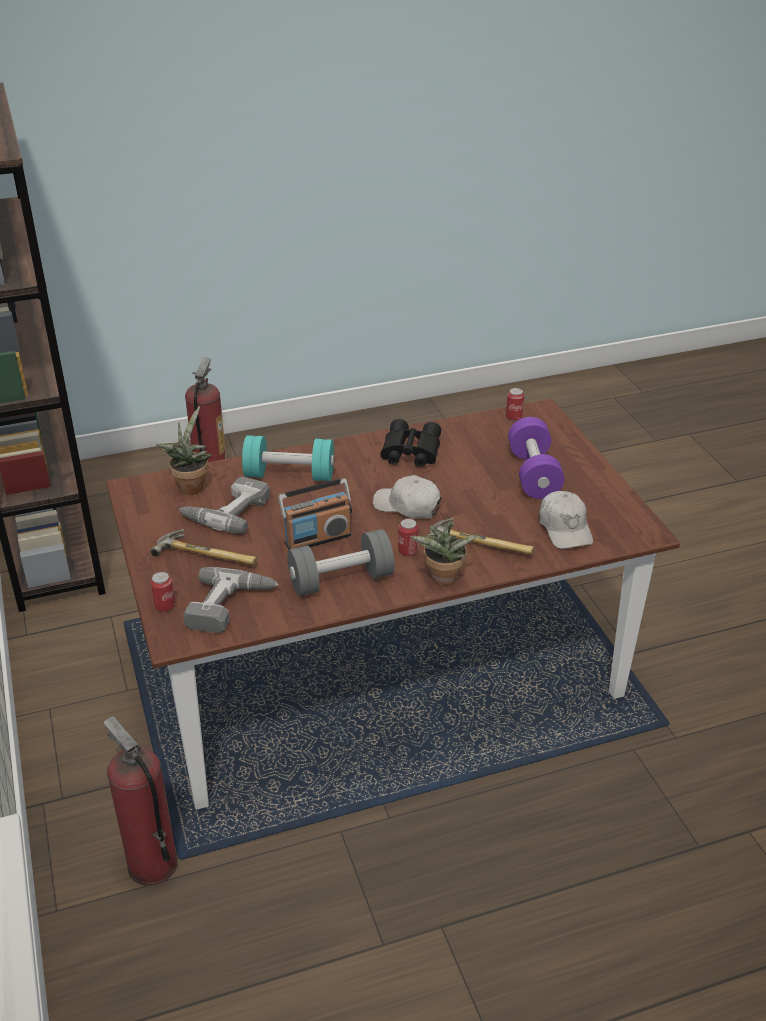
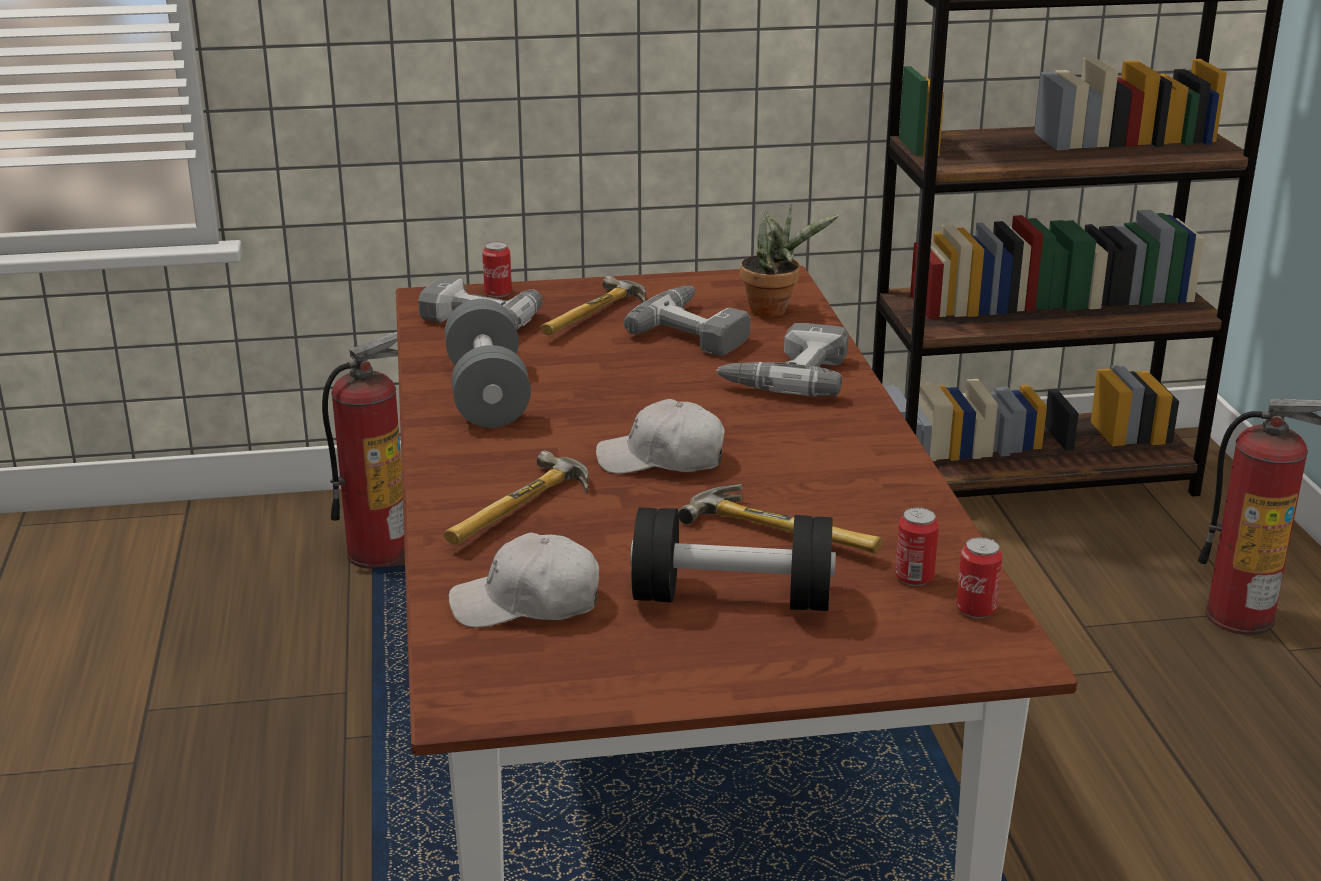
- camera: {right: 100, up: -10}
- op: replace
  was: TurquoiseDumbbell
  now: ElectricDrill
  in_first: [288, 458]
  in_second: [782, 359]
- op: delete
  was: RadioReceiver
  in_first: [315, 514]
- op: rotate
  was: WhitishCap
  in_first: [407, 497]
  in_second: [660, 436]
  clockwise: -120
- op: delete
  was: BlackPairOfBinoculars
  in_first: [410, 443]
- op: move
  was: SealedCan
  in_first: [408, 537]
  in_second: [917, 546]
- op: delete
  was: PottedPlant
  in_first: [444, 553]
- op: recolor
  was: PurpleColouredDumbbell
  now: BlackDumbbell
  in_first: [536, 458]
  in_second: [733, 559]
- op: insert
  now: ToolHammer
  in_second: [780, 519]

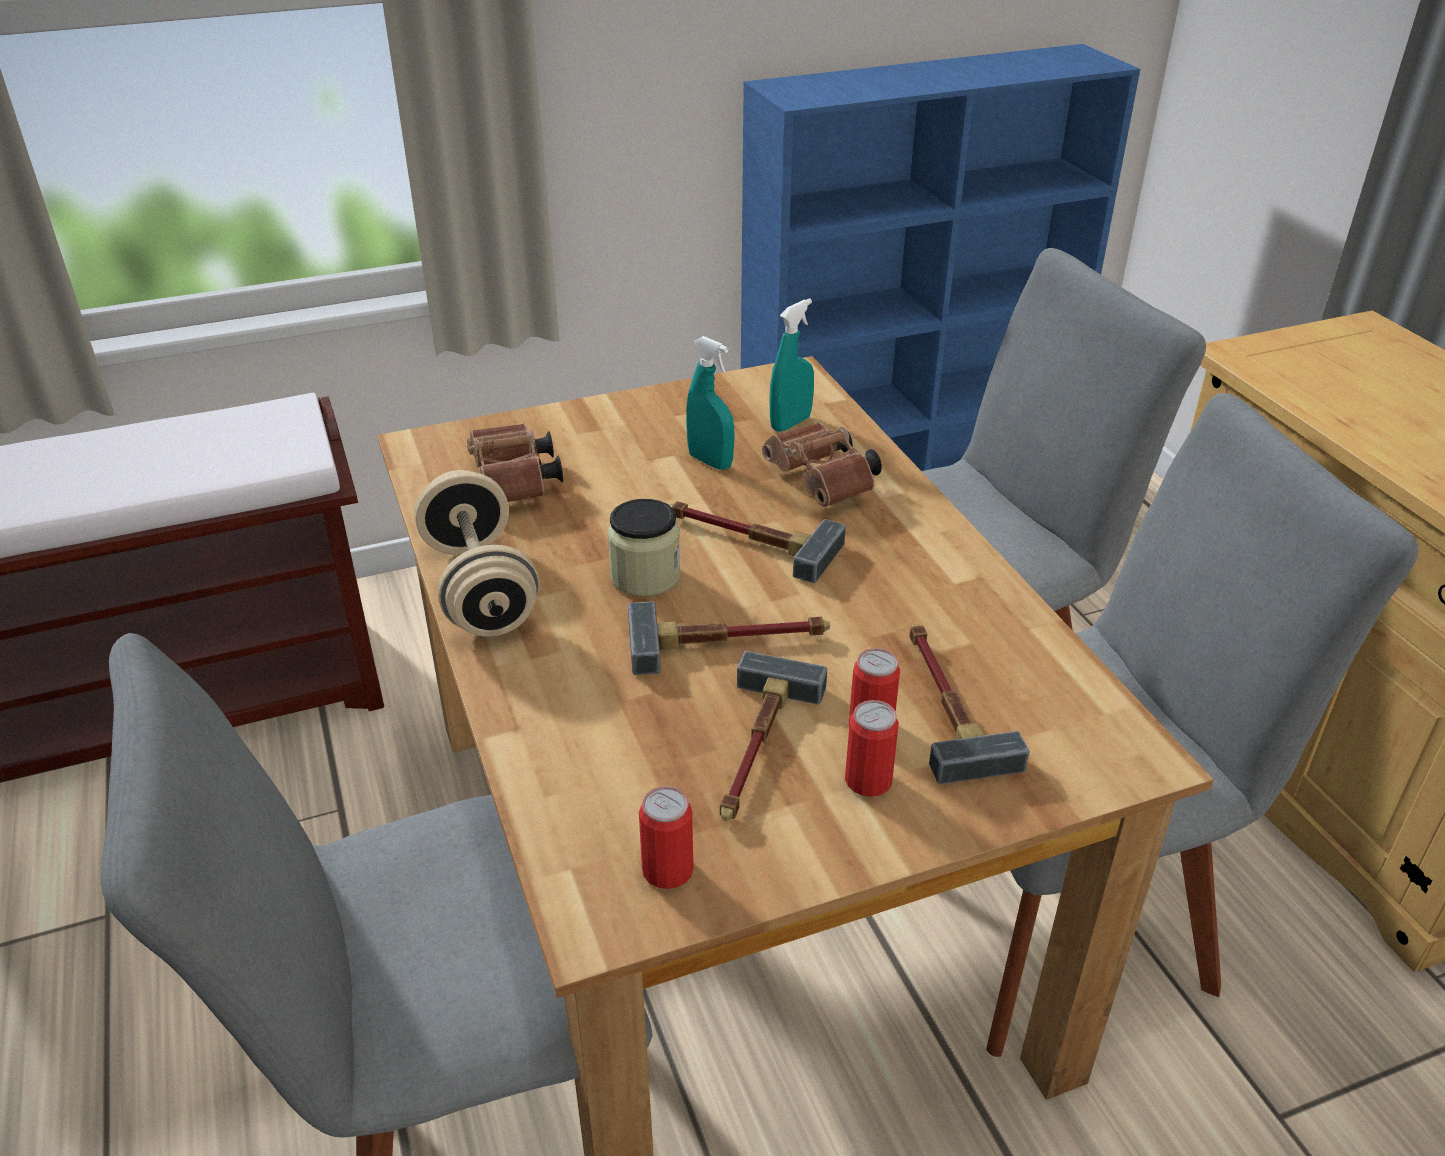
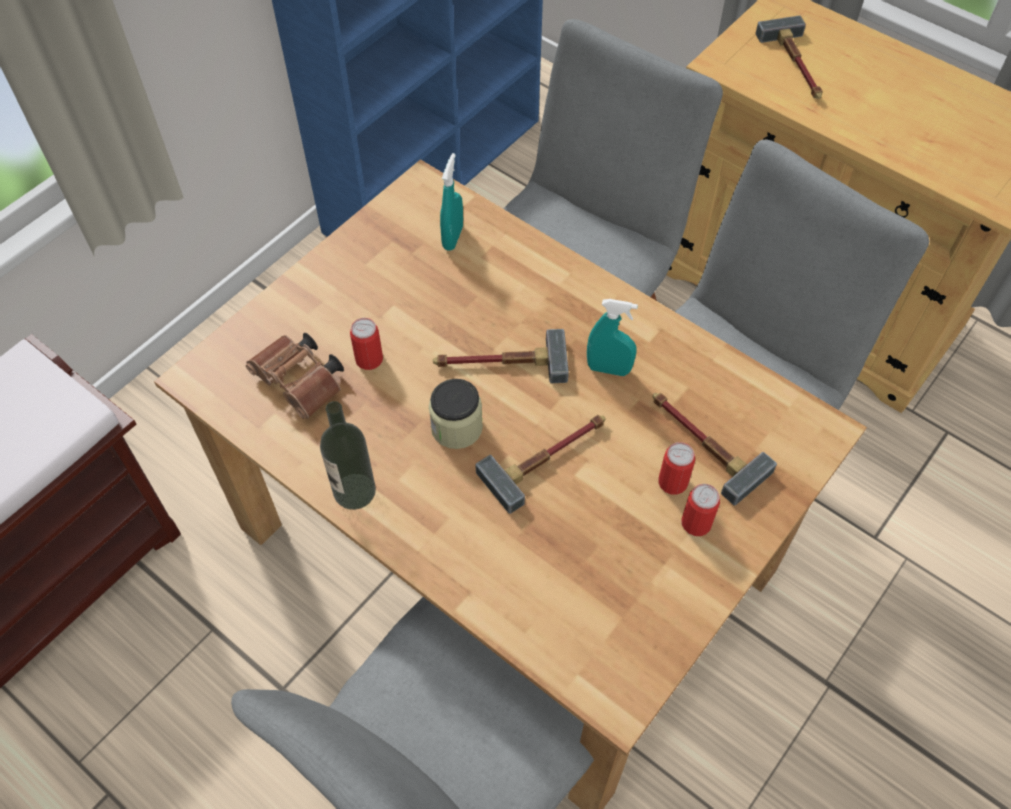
- camera: {right: -30, up: 20}
- op: replace
  was: BeigeColouredDumbbell
  now: Bottle
  in_first: [477, 553]
  in_second: [348, 455]
- op: move
  was: SealedCan
  in_first: [666, 837]
  in_second: [366, 344]
- op: move
  was: TurquoiseSprayer
  in_first: [710, 403]
  in_second: [612, 337]
- op: move
  was: ToolHammer
  in_first: [773, 736]
  in_second: [789, 57]
- op: delete
  was: BrownColouredPairOfBinoculars
  in_first: [822, 465]

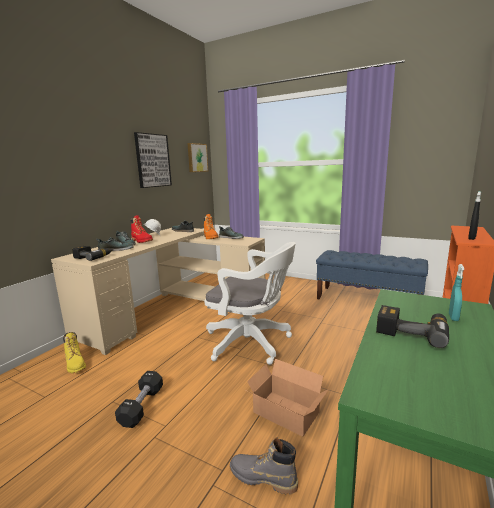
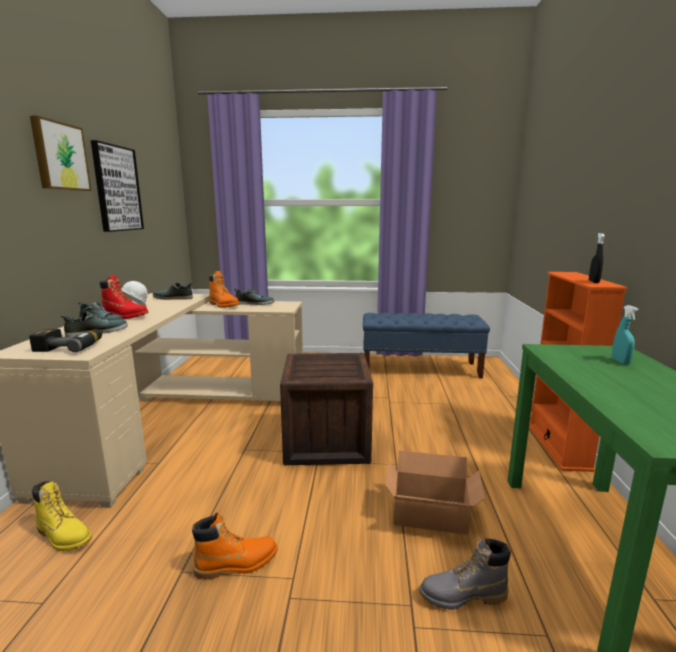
- camera: {right: -25, up: 0}
- op: replace
  was: BlackDumbbell
  now: OrangeBoot
  in_first: [139, 399]
  in_second: [235, 546]
- op: move
  was: WallArt
  in_first: [197, 157]
  in_second: [60, 153]
- op: replace
  was: WhitishComputerChair
  now: PackingCrate
  in_first: [250, 303]
  in_second: [326, 409]
- op: delete
  was: ElectricDrill
  in_first: [412, 326]

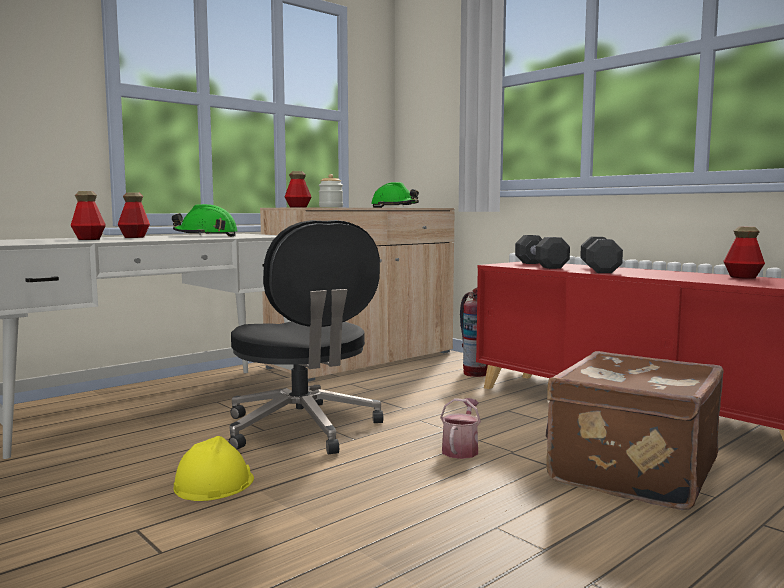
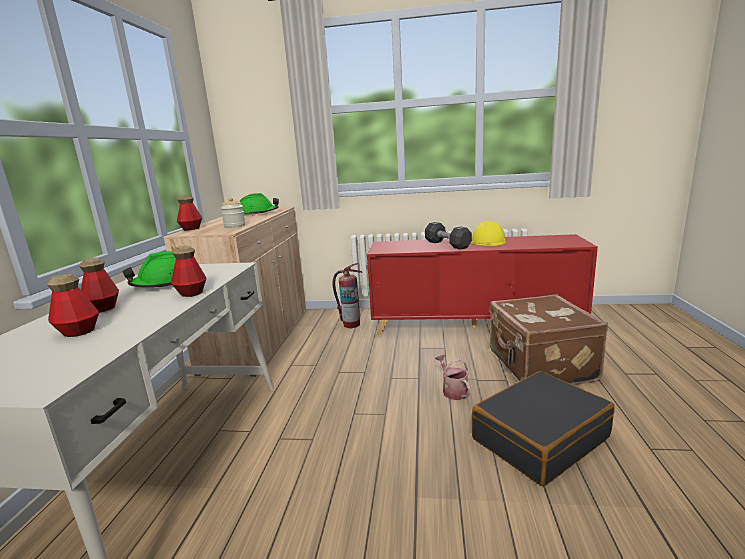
- camera: {right: -40, up: 10}
- op: move
  was: YellowishSafetyHelmet
  in_first: [213, 468]
  in_second: [488, 233]
- op: delete
  was: BlackComputerChair
  in_first: [306, 337]
- op: delete
  was: BlackDumbbell
  in_first: [542, 252]
- op: move
  was: Bottle
  in_first: [744, 253]
  in_second: [188, 271]
- op: insert
  now: BlackTravelCase
  in_second: [543, 428]

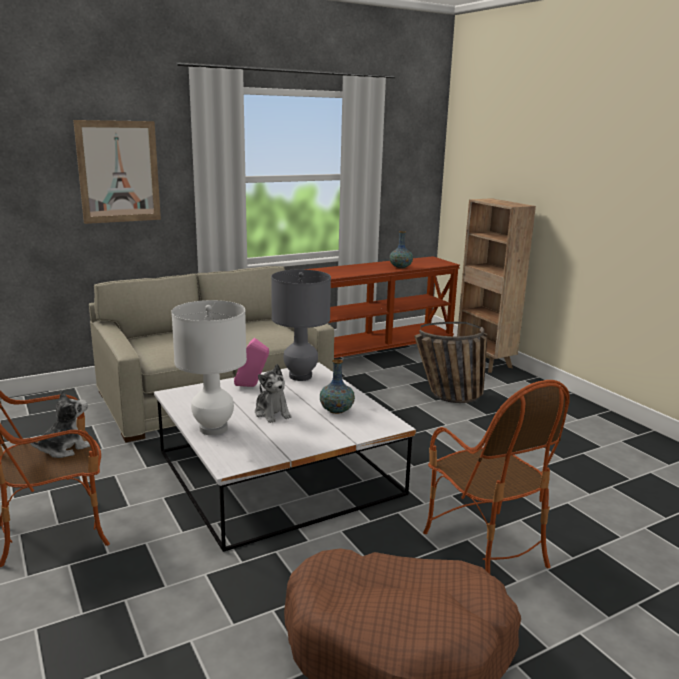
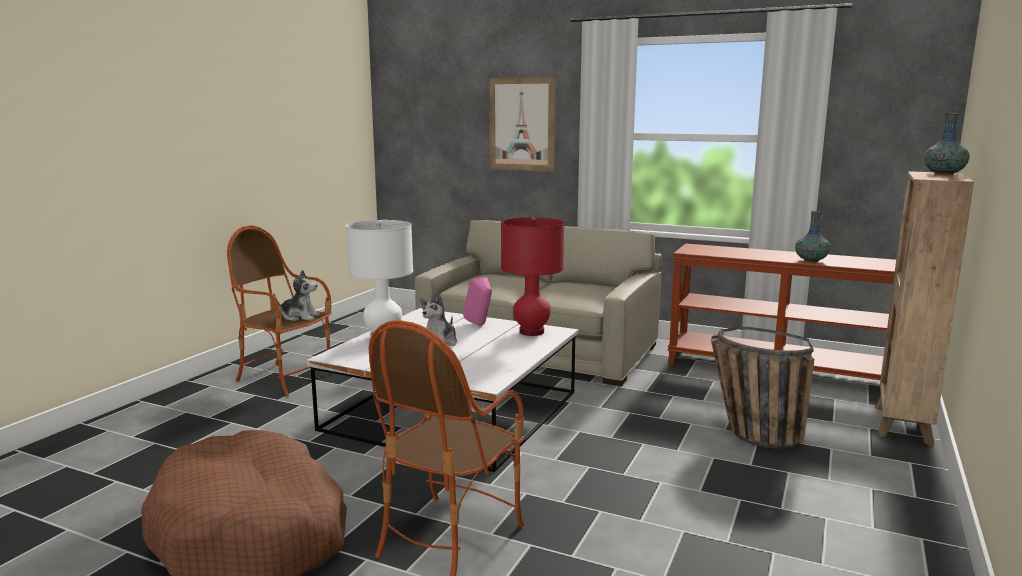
- camera: {right: 55, up: -5}
- op: recolor
  was: GrayTableLamp
  now: RedColouredTableLamp
  in_first: [301, 325]
  in_second: [532, 276]
- op: move
  was: Vase
  in_first: [337, 386]
  in_second: [947, 144]

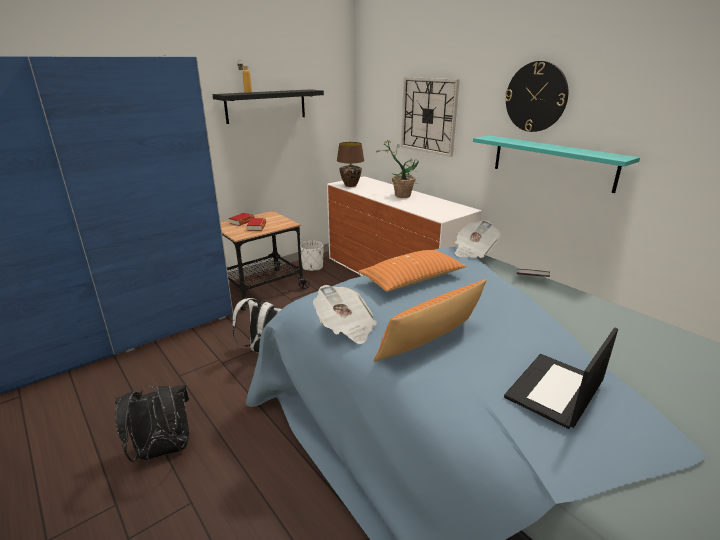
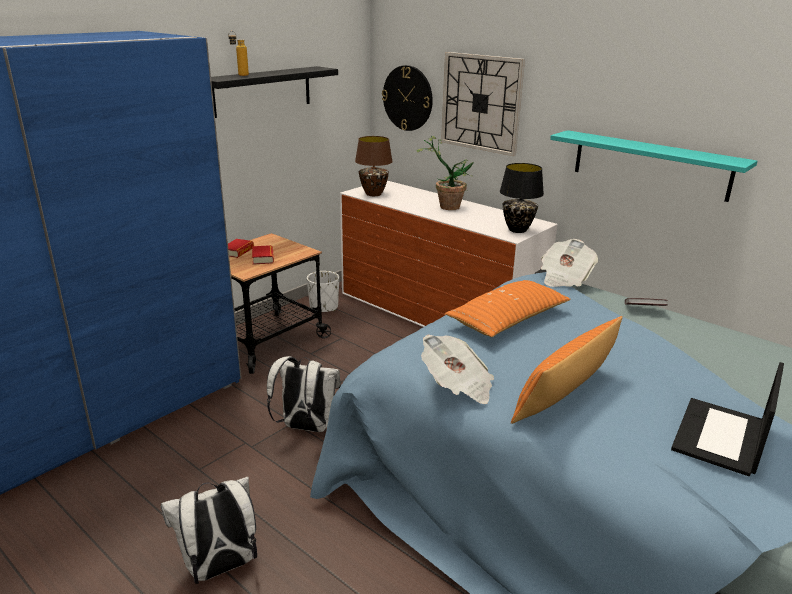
- camera: {right: -10, up: 0}
- op: recolor
  was: BlackKnapsack
  now: WhitishKnapsack
  in_first: [152, 423]
  in_second: [209, 530]
- op: move
  was: ClockOnTheWall
  in_first: [536, 96]
  in_second: [407, 98]
- op: insert
  now: BlackTableLamp
  in_second: [522, 198]

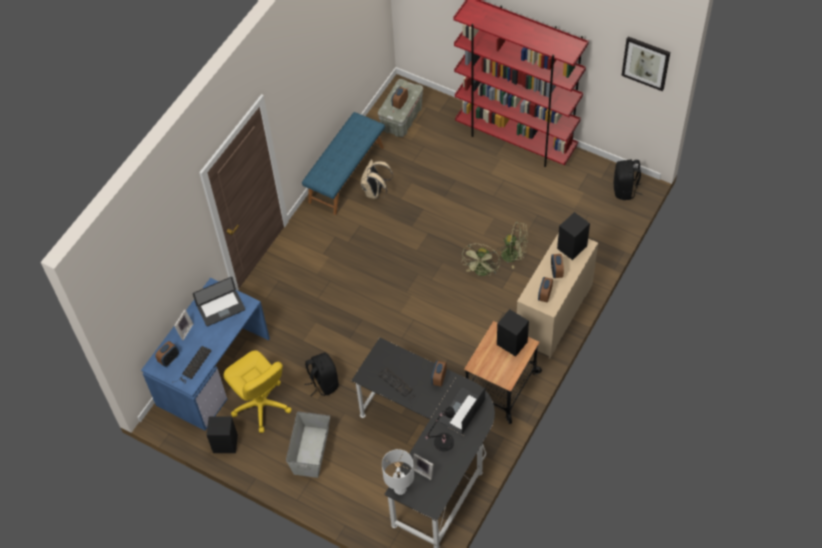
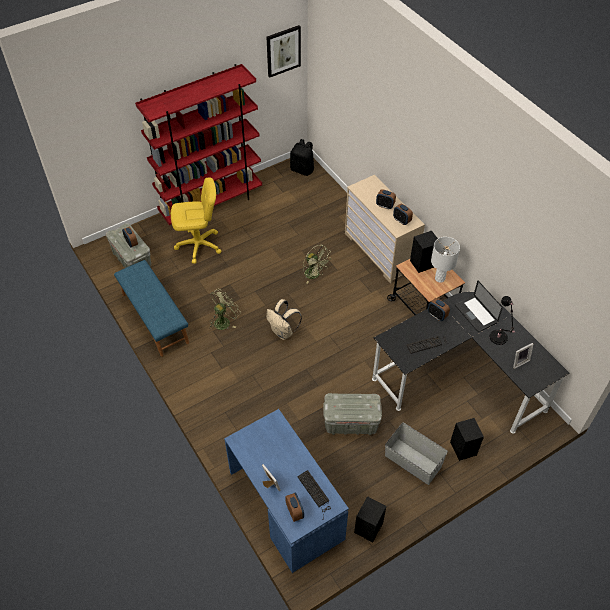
- camera: {right: -65, up: -5}
- op: delete
  was: PortableComputer
  in_first: [219, 301]
- op: move
  was: YellowishComputerChair
  in_first: [257, 391]
  in_second: [196, 220]
- op: replace
  was: BlackKnapsack
  now: GrayStorageBin
  in_first: [321, 374]
  in_second: [352, 414]
- op: move
  was: BeigeColouredKnapsack
  in_first: [377, 179]
  in_second: [284, 319]
- op: move
  was: WhitishTableLamp
  in_first: [398, 472]
  in_second: [445, 260]
- op: move
  was: GreenishCoolingFan
  in_first: [512, 245]
  in_second: [225, 309]
- op: move
  was: BlackLoudspeaker
  in_first: [573, 236]
  in_second: [467, 439]

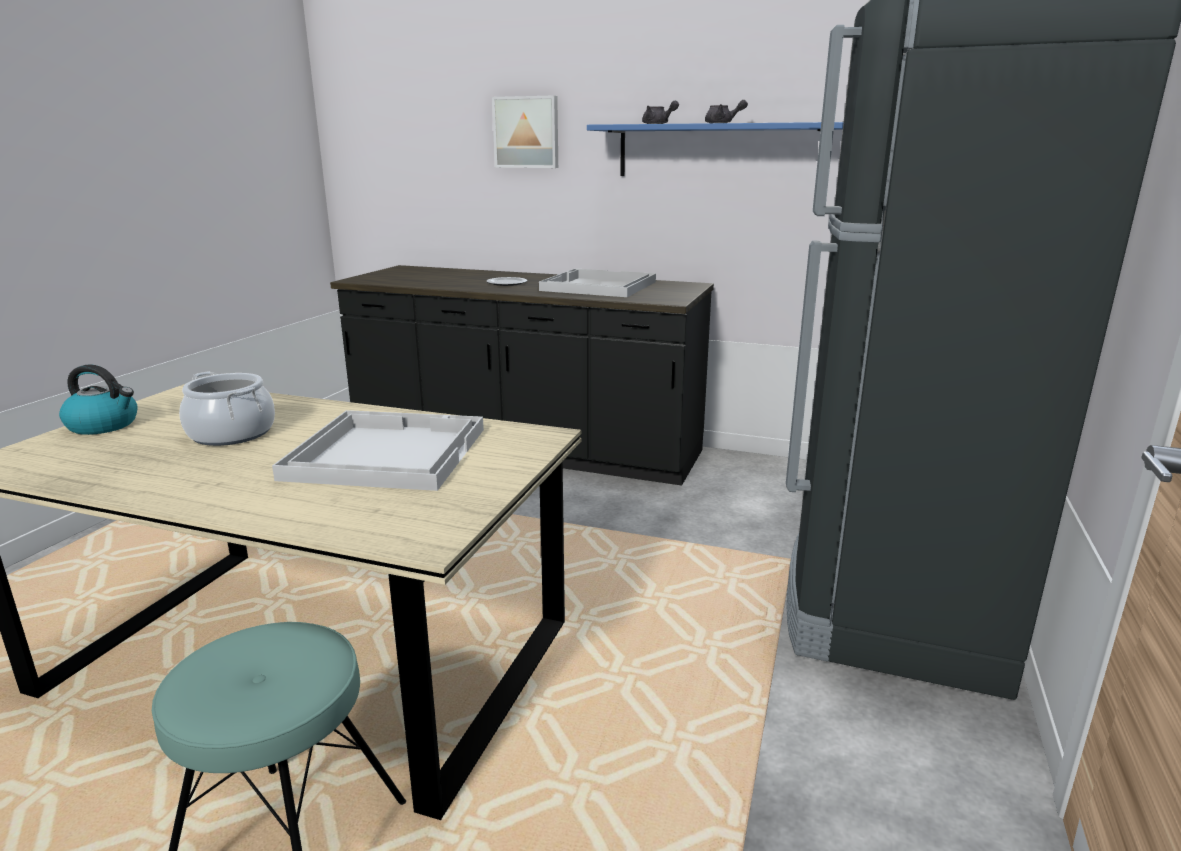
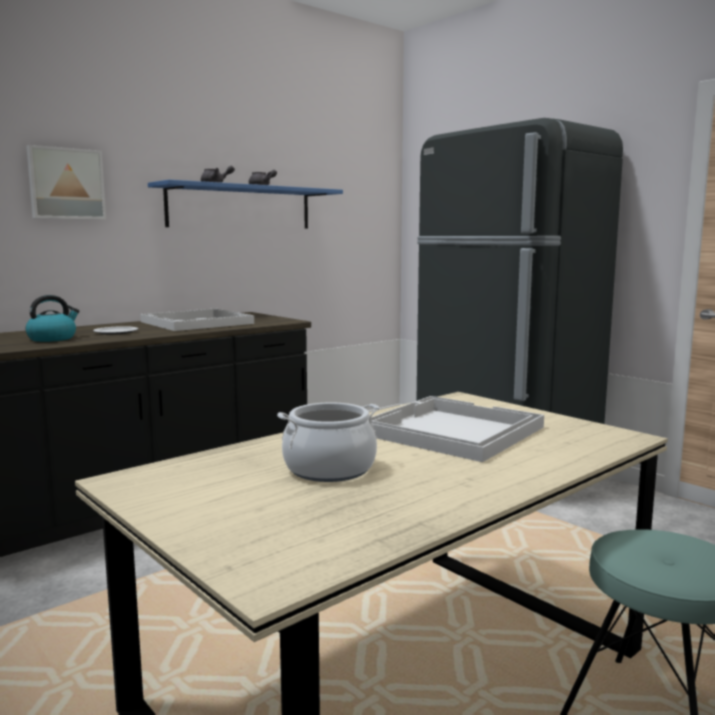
- camera: {right: -60, up: -10}
- op: move
  was: TeaKettle
  in_first: [98, 400]
  in_second: [52, 318]

